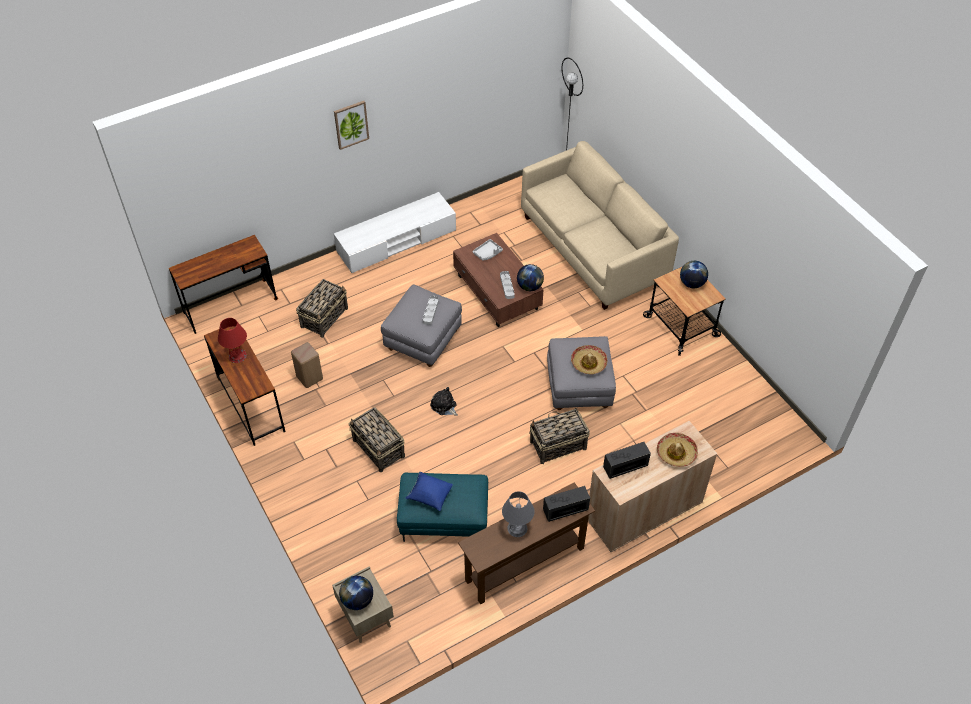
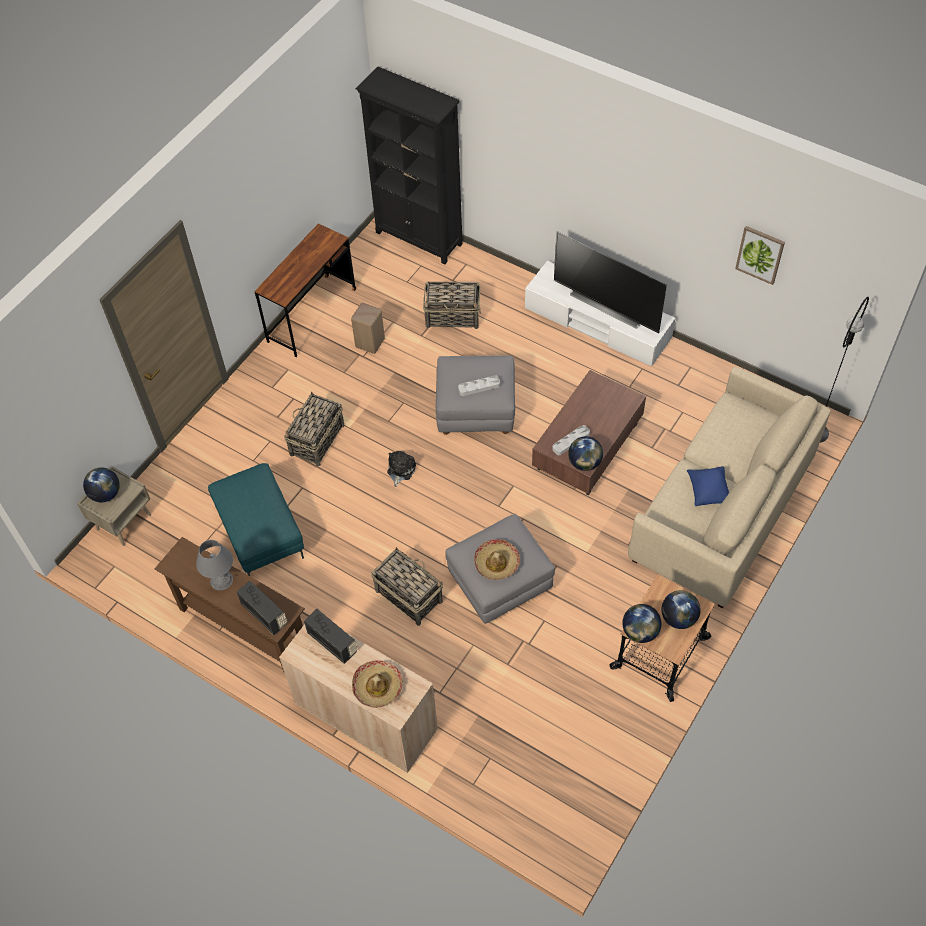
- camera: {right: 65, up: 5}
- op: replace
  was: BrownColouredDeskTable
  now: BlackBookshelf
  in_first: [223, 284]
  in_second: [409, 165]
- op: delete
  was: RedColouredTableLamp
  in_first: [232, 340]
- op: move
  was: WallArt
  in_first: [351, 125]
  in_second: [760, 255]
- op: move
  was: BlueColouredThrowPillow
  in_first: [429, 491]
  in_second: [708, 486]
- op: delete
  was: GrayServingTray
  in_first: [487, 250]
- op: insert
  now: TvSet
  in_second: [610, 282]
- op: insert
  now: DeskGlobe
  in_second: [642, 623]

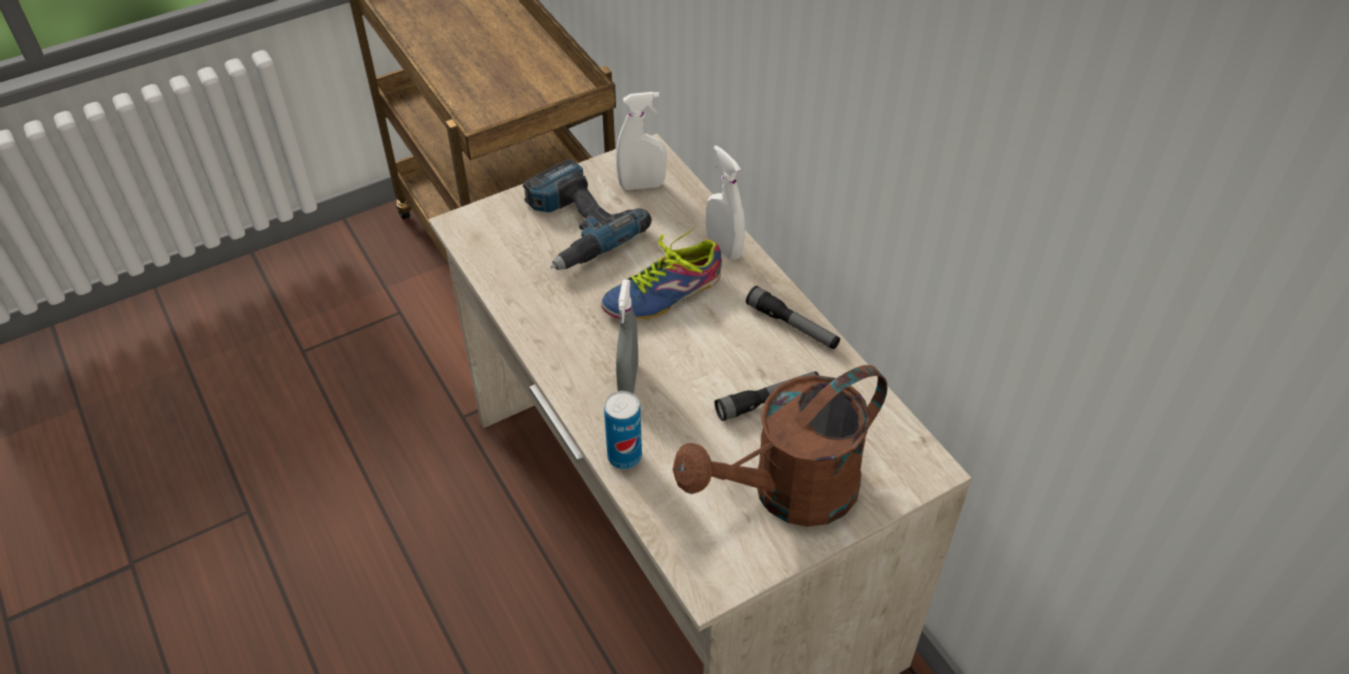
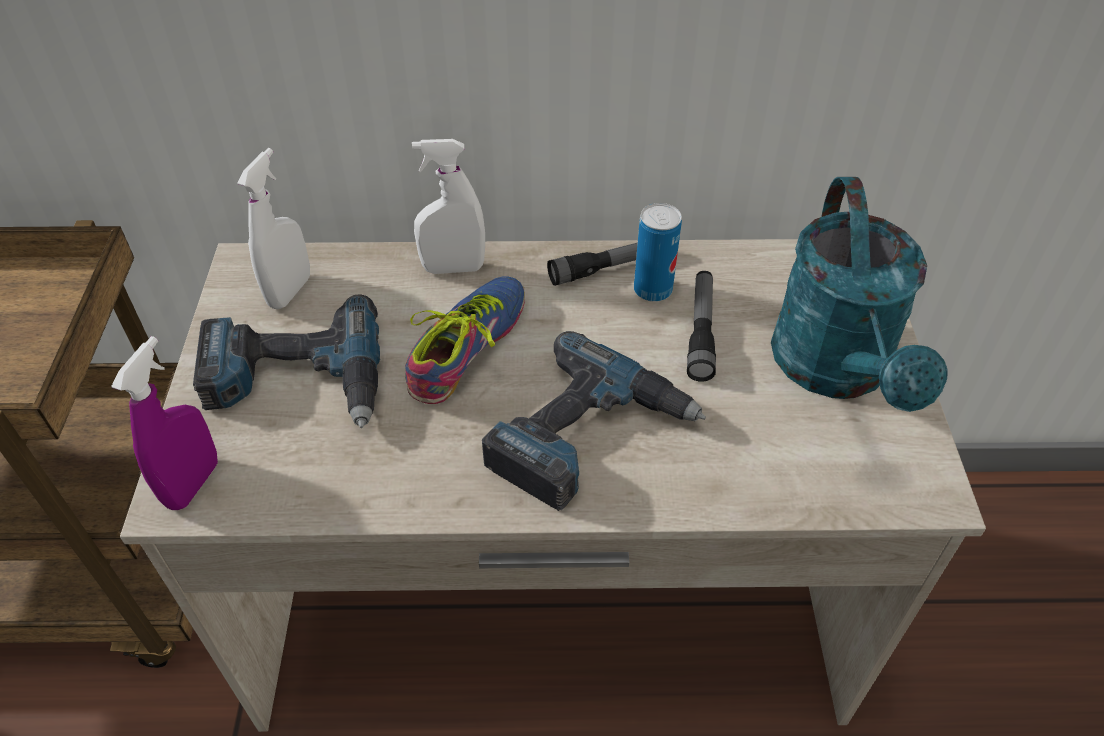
- camera: {right: -60, up: 0}
- op: rotate
  was: ItemOfFootwear
  in_first: [661, 273]
  in_second: [465, 340]
  clockwise: -150
- op: move
  was: SealedCan
  in_first: [623, 430]
  in_second: [658, 252]
- op: replace
  was: GraySprayer
  now: ElectricDrill
  in_first: [627, 336]
  in_second: [594, 421]
- op: recolor
  was: BrownColouredSprinklingCan
  now: TurquoiseSprinklingCan
  in_first: [780, 446]
  in_second: [859, 294]
- op: insert
  now: PurpleColouredSprayer
  in_second: [164, 423]

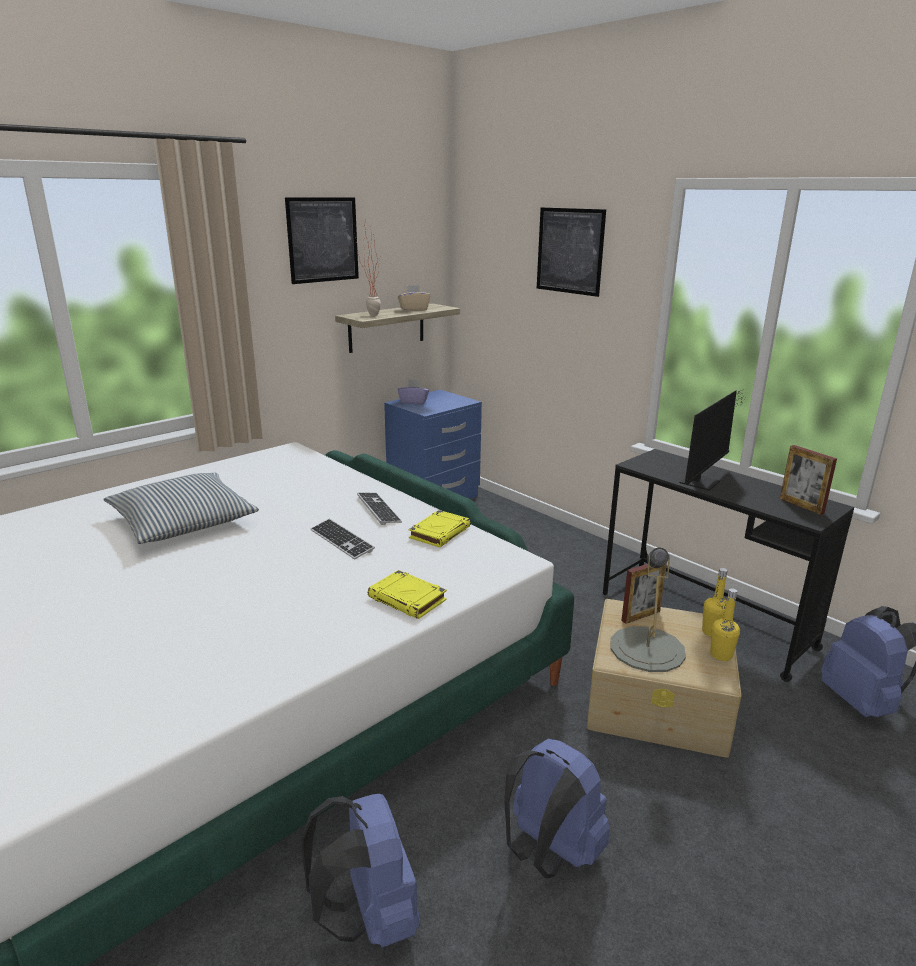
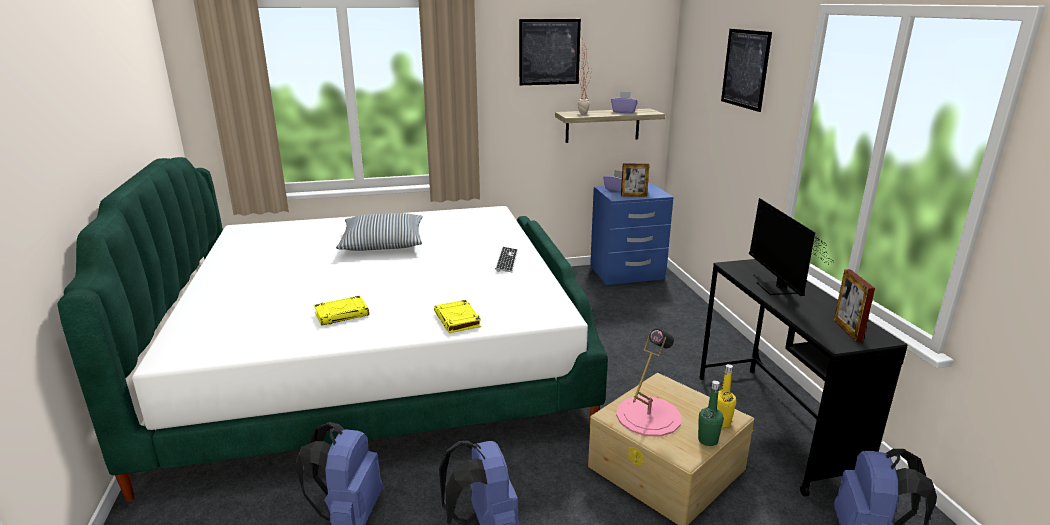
- camera: {right: 30, up: 0}
- op: delete
  was: PcKeyboard
  in_first: [343, 539]
- op: recolor
  was: BeigeColouredTissueHolder
  now: PurpleColouredTissueHolder
  in_first: [414, 298]
  in_second: [624, 102]
- op: move
  was: YellowishBoundBook
  in_first: [440, 528]
  in_second: [341, 311]
- op: recolor
  was: GrayTableLamp
  now: PinkishTableLamp
  in_first: [648, 610]
  in_second: [648, 383]
- op: move
  was: StandingFrame
  in_first: [644, 593]
  in_second: [635, 180]
- op: rotate
  was: ComputerScreen
  in_first: [712, 440]
  in_second: [791, 247]
  clockwise: 105
- op: recolor
  was: YellowishBottle
  now: GreenishBottle
  in_first: [725, 624]
  in_second: [711, 413]

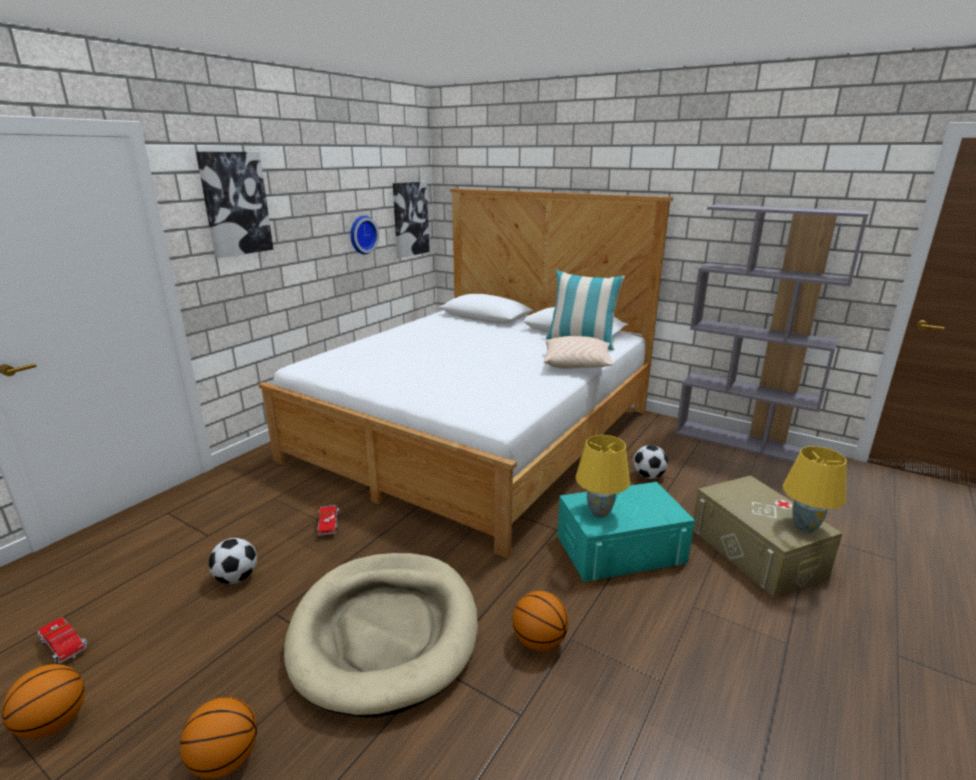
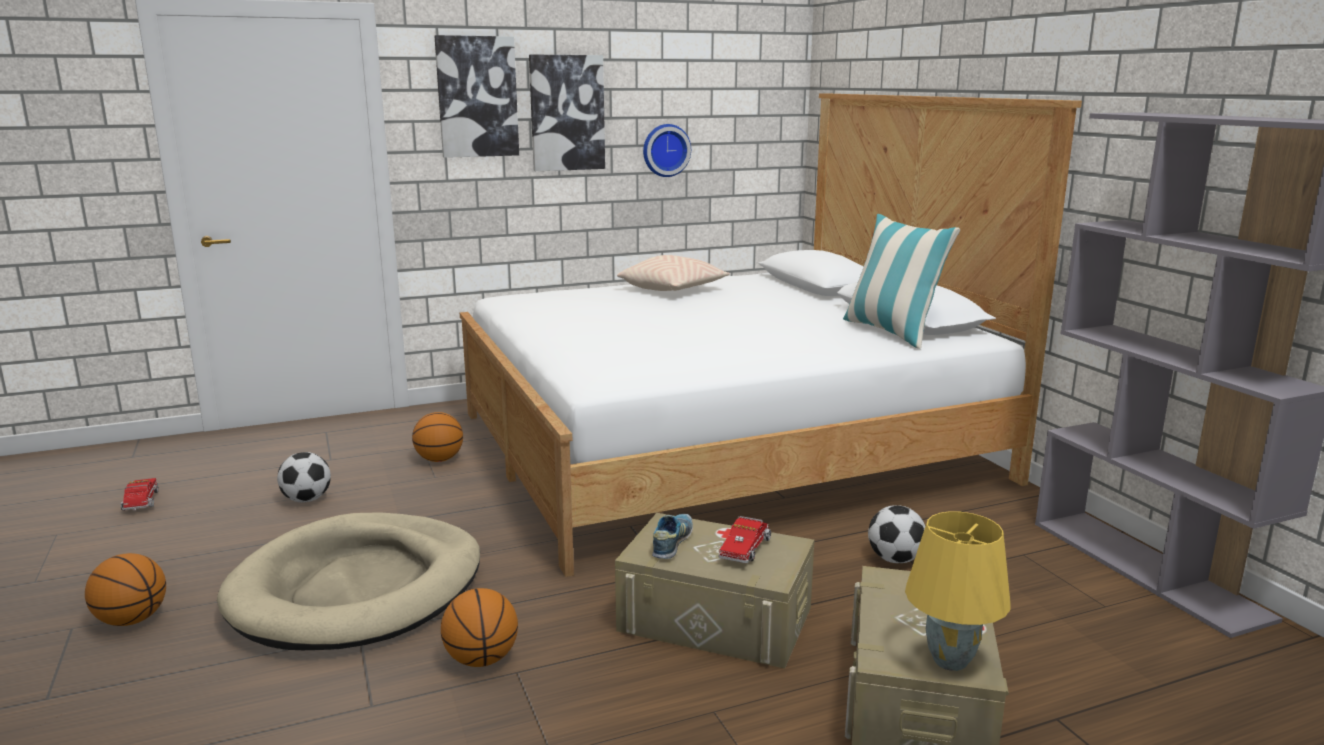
- camera: {right: 35, up: -5}
- op: move
  was: BasketballBall
  in_first: [43, 701]
  in_second: [437, 437]
- op: move
  was: ModelTruck
  in_first: [328, 520]
  in_second: [744, 540]
- op: move
  was: WallArt
  in_first: [411, 219]
  in_second: [567, 113]
- op: move
  was: BeigeColouredThrowPillow
  in_first: [578, 352]
  in_second: [673, 273]
- op: recolor
  was: TurquoiseStorageBin
  now: BeigeColouredStorageBin
  in_first: [626, 532]
  in_second: [714, 591]
- op: replace
  was: YellowishTableLamp
  now: ItemOfFootwear
  in_first: [603, 476]
  in_second: [672, 536]

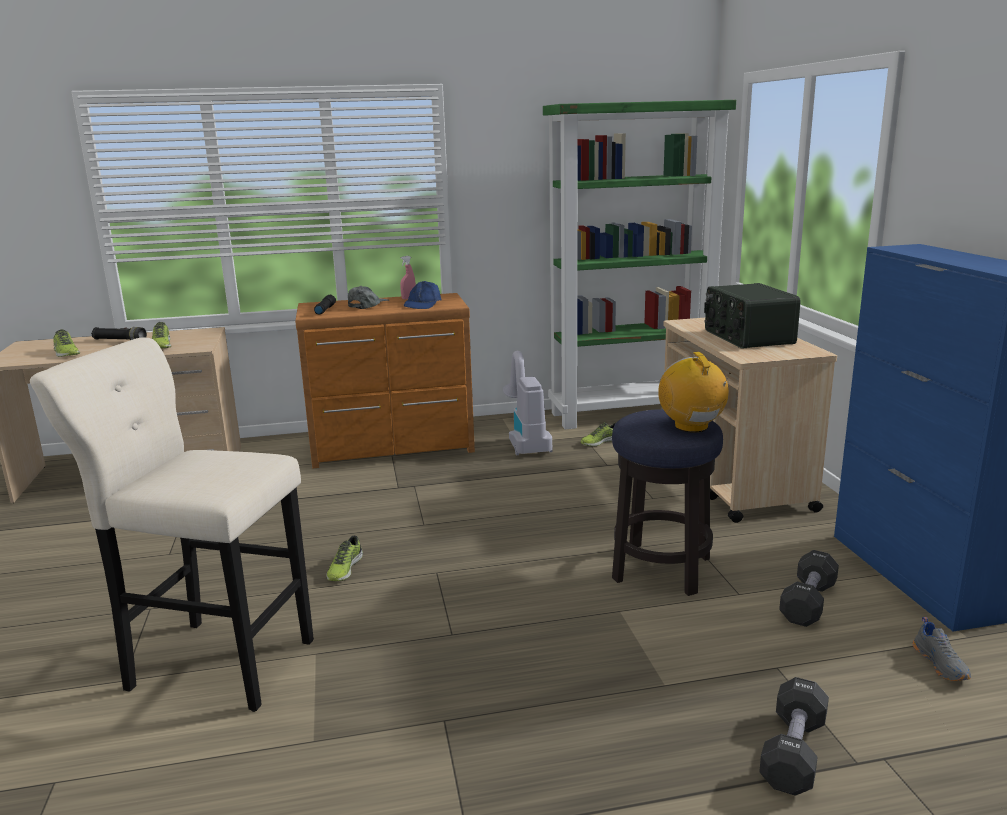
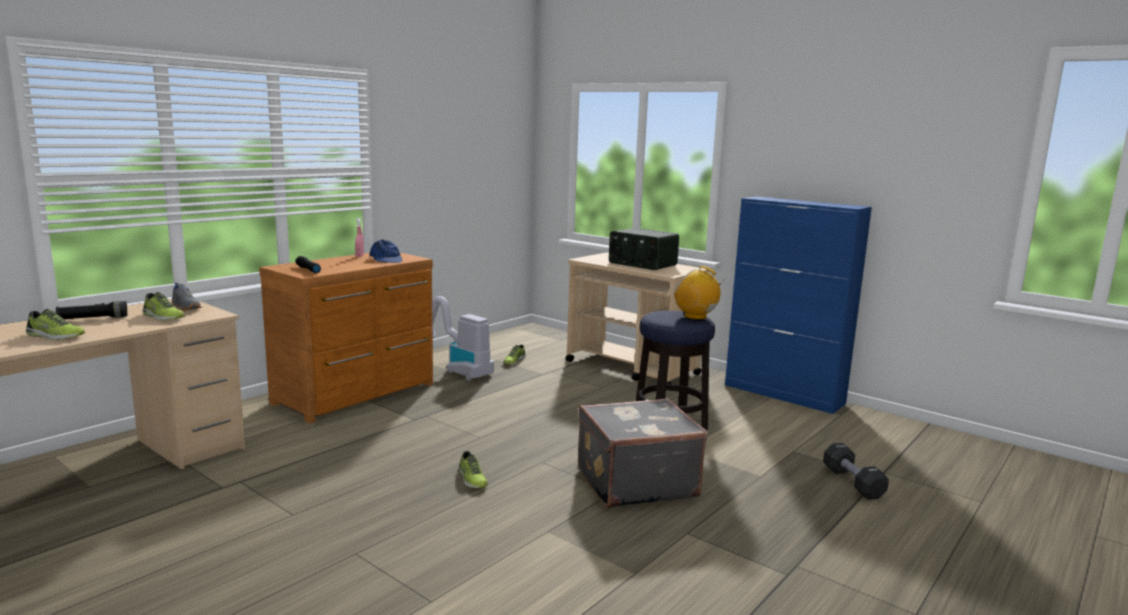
- camera: {right: -40, up: -5}
- op: delete
  was: BeigeColouredSittingStool
  in_first: [172, 524]
- op: delete
  was: GrayCap
  in_first: [369, 297]
- op: delete
  was: GreenishBookshelf
  in_first: [639, 264]
- op: delete
  was: BlackDumbbell
  in_first: [809, 588]
- op: move
  was: GrayItemOfFootwear
  in_first: [942, 649]
  in_second: [186, 297]
- op: insert
  now: GrayTravelCase
  in_second: [643, 453]

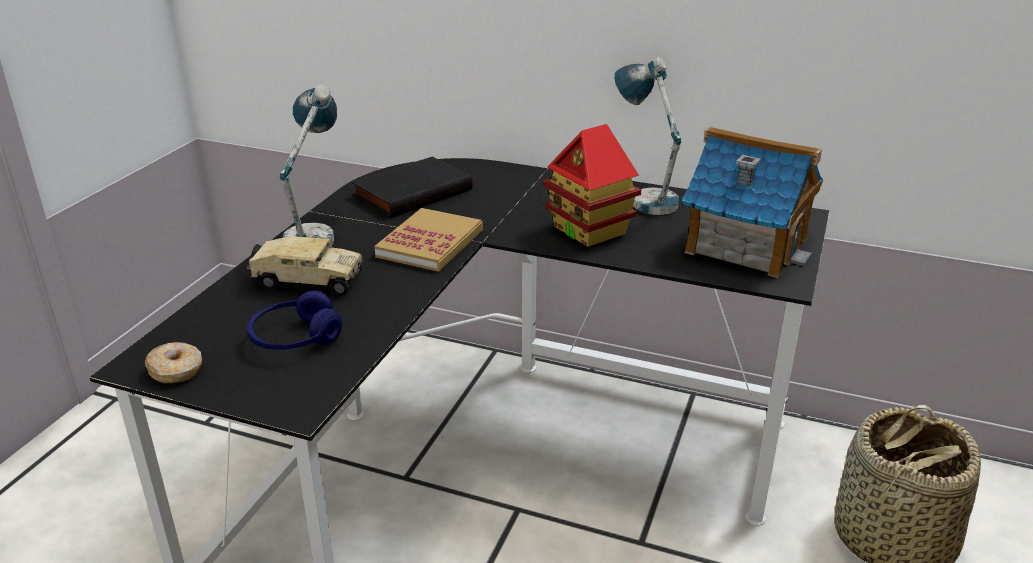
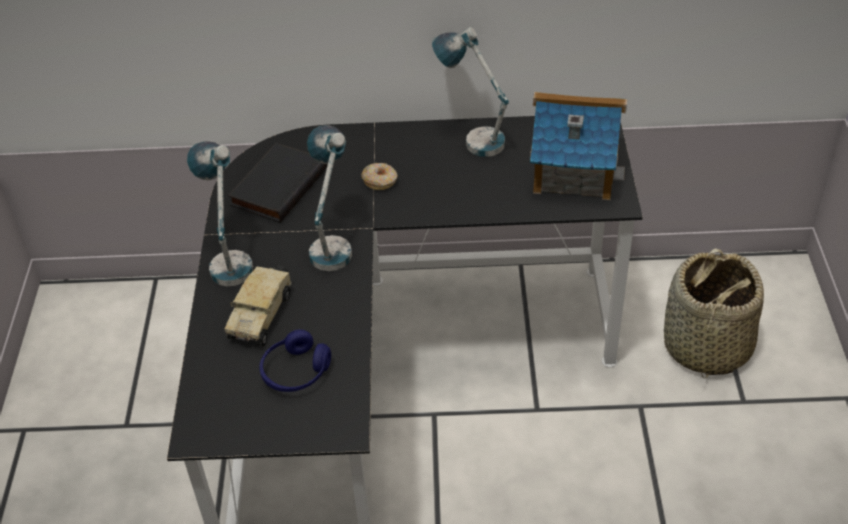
- camera: {right: -20, up: 15}
- op: move
  was: RingDoughnut
  in_first: [173, 362]
  in_second: [379, 176]
- op: rotate
  was: ModelTruck
  in_first: [305, 266]
  in_second: [258, 306]
  clockwise: 120
- op: replace
  was: BoundBook
  now: TableLamp
  in_first: [428, 240]
  in_second: [329, 198]
- op: delete
  was: ToyHouse
  in_first: [592, 185]

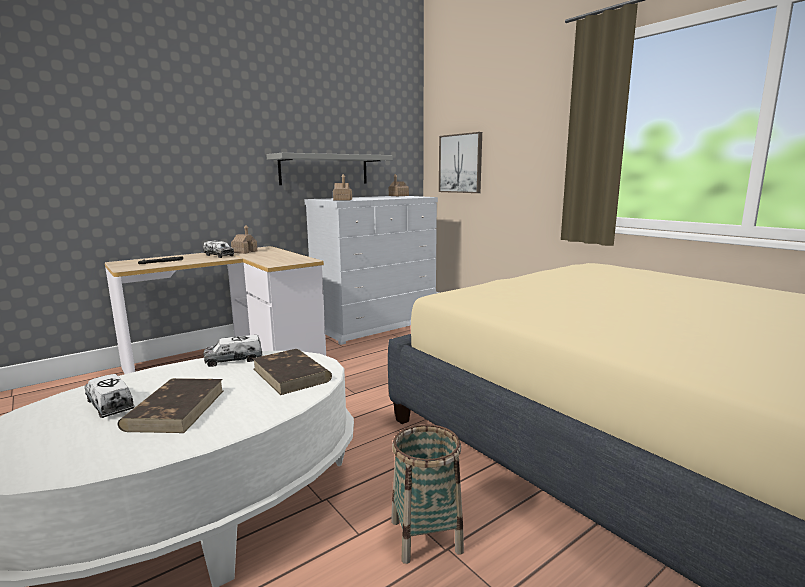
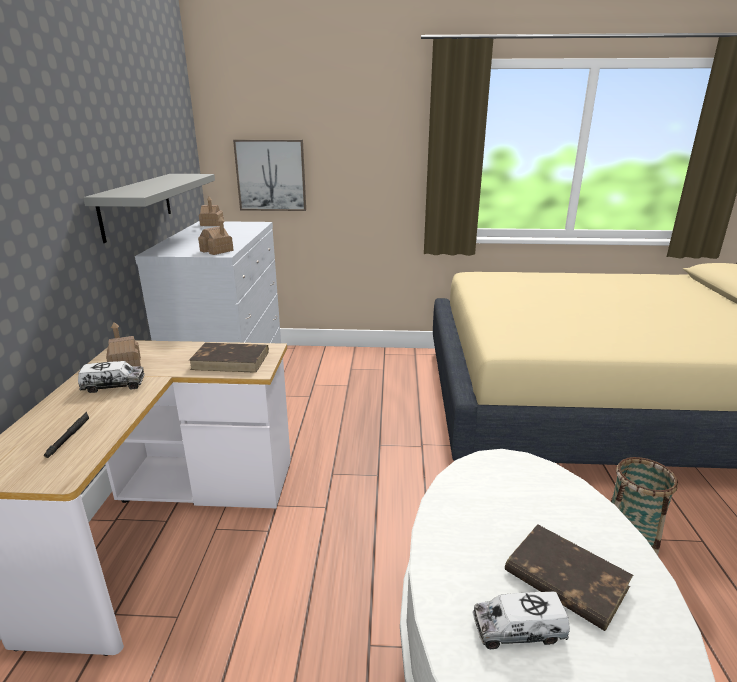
- camera: {right: -50, up: 10}
- op: delete
  was: ModelTruck
  in_first: [233, 351]
- op: move
  was: BrownColouredBoundBook
  in_first: [292, 372]
  in_second: [229, 357]

